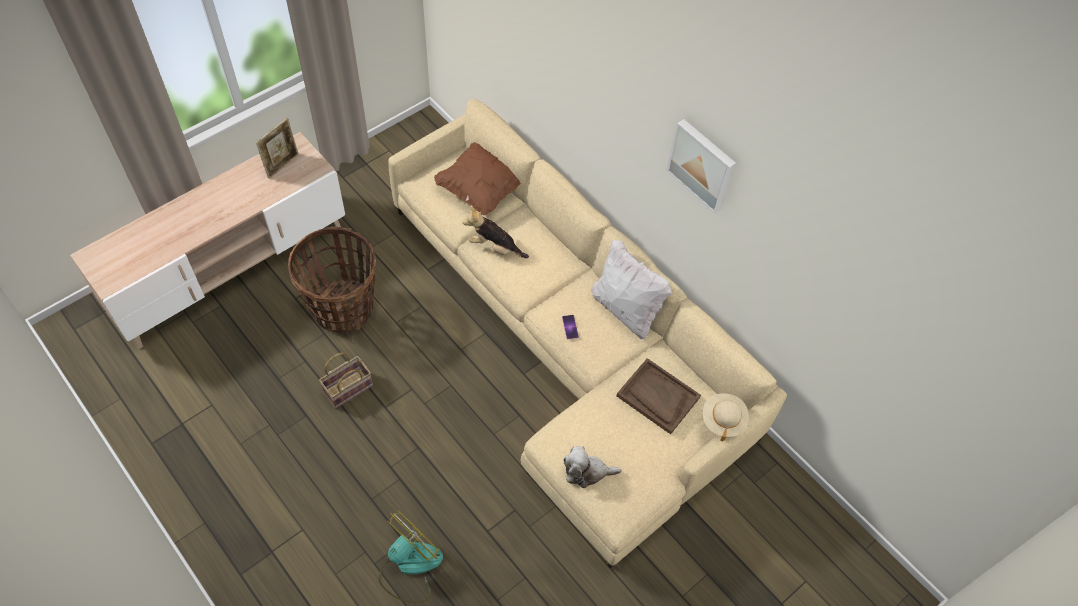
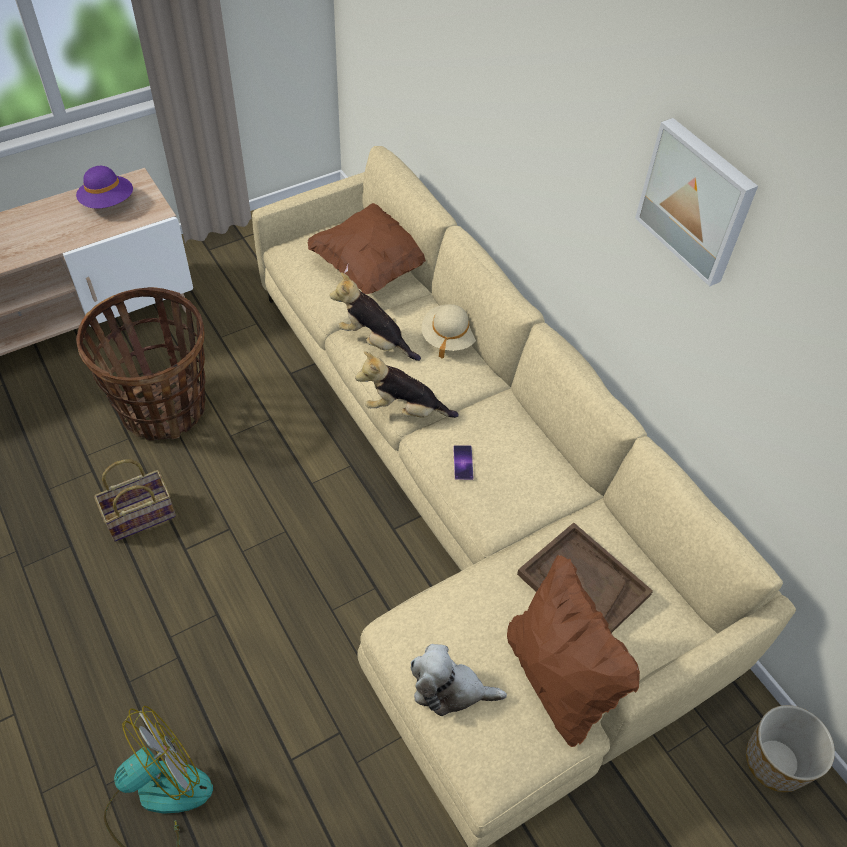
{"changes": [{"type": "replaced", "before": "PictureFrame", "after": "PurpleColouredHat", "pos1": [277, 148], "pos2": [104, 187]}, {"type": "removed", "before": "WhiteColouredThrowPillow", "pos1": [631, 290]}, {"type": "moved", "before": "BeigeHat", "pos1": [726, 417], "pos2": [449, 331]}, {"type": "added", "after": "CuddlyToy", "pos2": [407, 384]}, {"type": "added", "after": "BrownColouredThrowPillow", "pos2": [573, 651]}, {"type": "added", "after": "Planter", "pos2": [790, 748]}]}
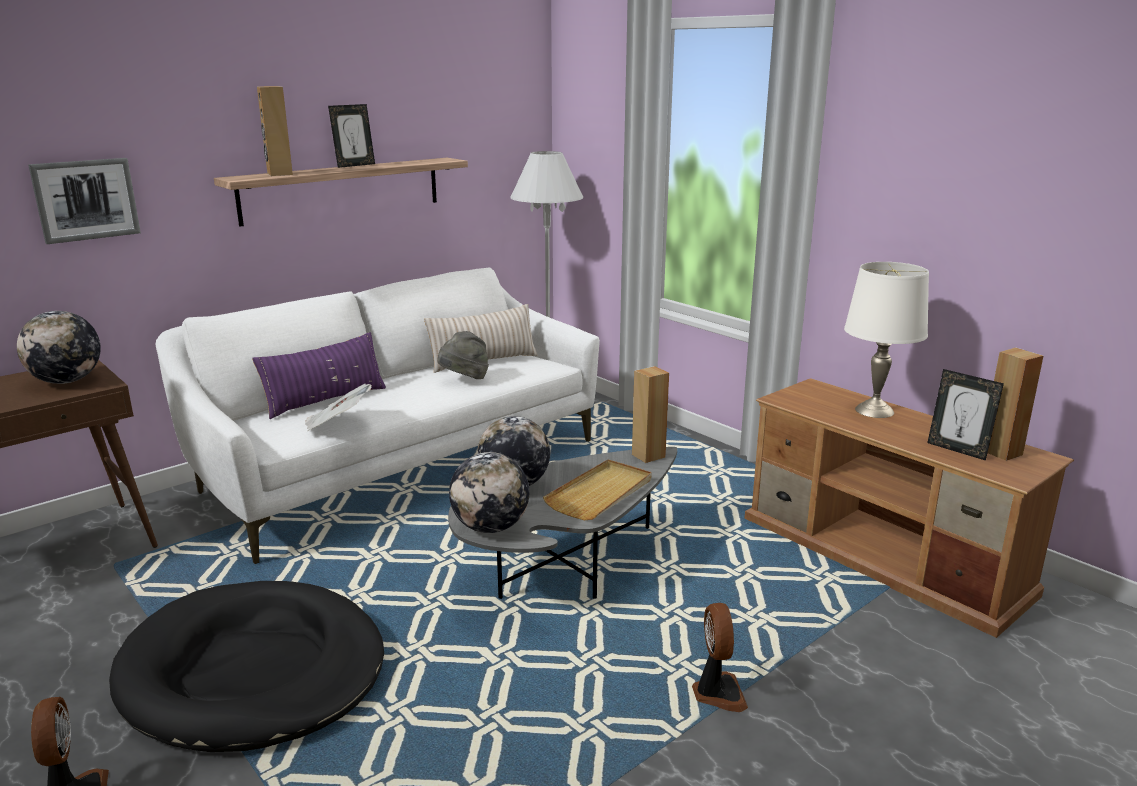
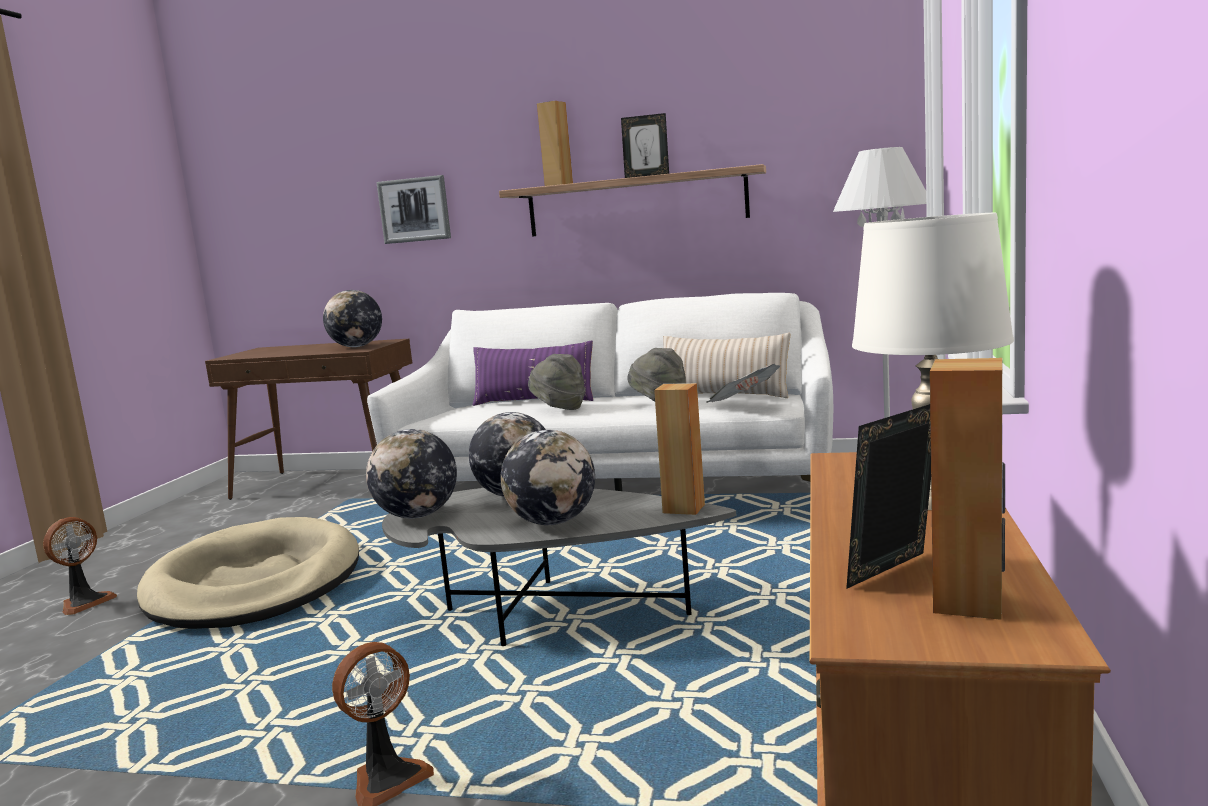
{"changes": [{"type": "recoloured", "before": "BlackPetBed", "after": "BeigePetBed", "pos1": [246, 666], "pos2": [248, 573]}, {"type": "moved", "before": "PrintedPaper", "pos1": [338, 407], "pos2": [743, 383]}, {"type": "replaced", "before": "BeigeServingTray", "after": "WorldGlobe", "pos1": [597, 489], "pos2": [547, 477]}, {"type": "turned", "before": "PictureFrame", "pos1": [965, 415], "pos2": [888, 496], "turn": 45}, {"type": "added", "after": "GreyishHat", "pos2": [557, 382]}]}
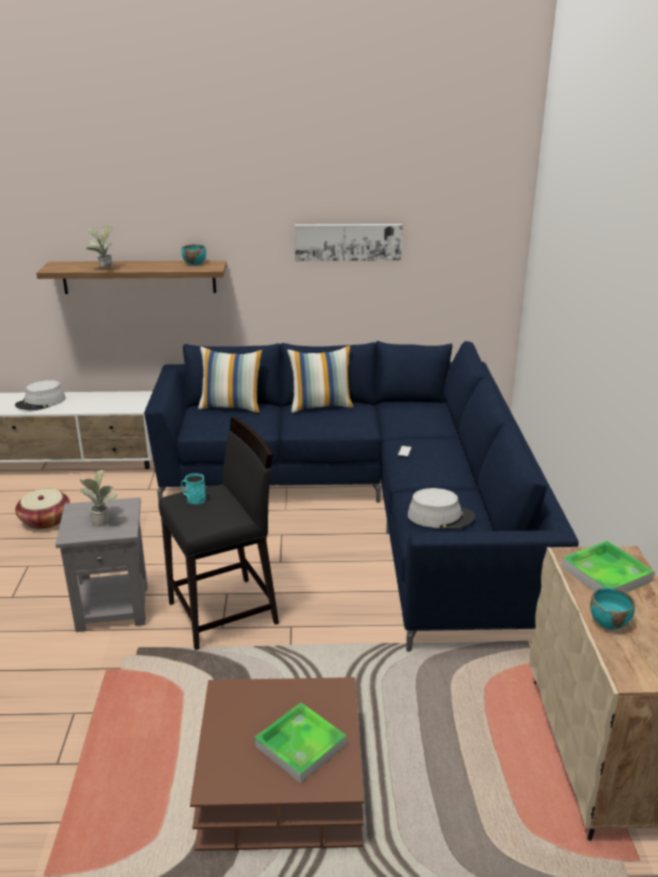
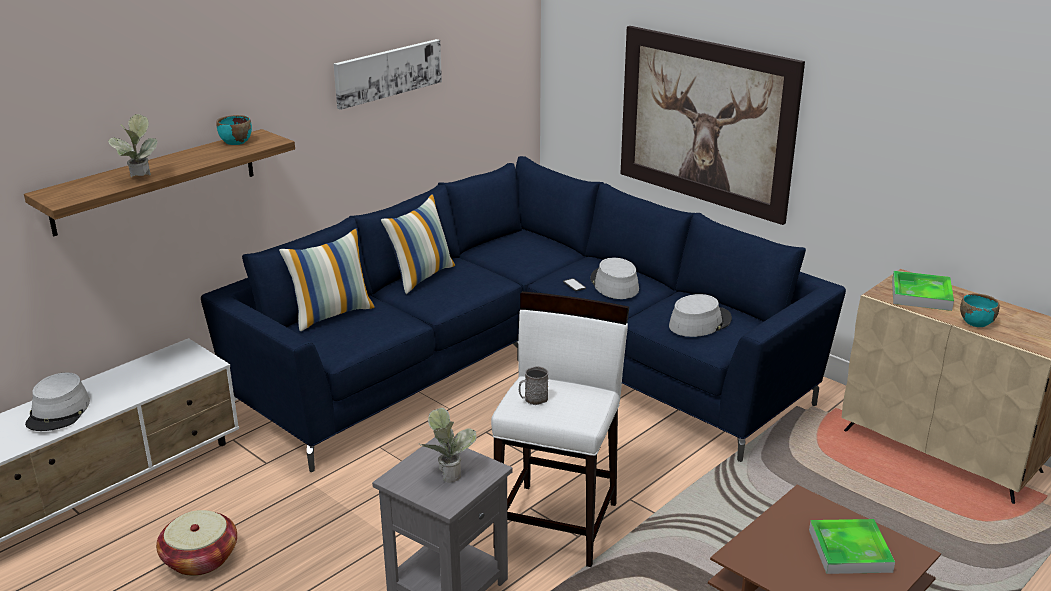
{"changes": [{"type": "recoloured", "before": "BlackStool", "after": "WhiteColouredStool", "pos1": [218, 533], "pos2": [560, 429]}, {"type": "recoloured", "before": "TurquoiseColouredCoffeeMug", "after": "GreyishCoffeeMug", "pos1": [193, 489], "pos2": [533, 385]}, {"type": "added", "after": "GreyishHat", "pos2": [614, 278]}, {"type": "added", "after": "Picture", "pos2": [713, 125]}]}
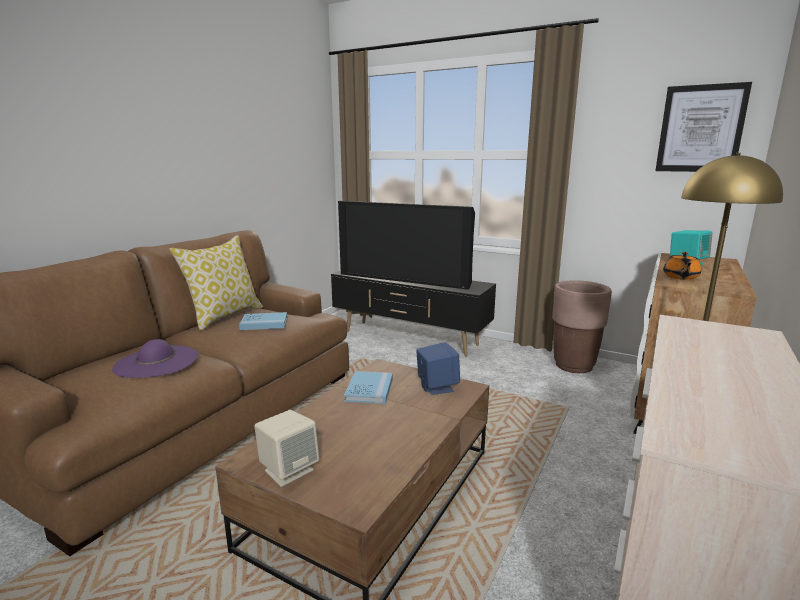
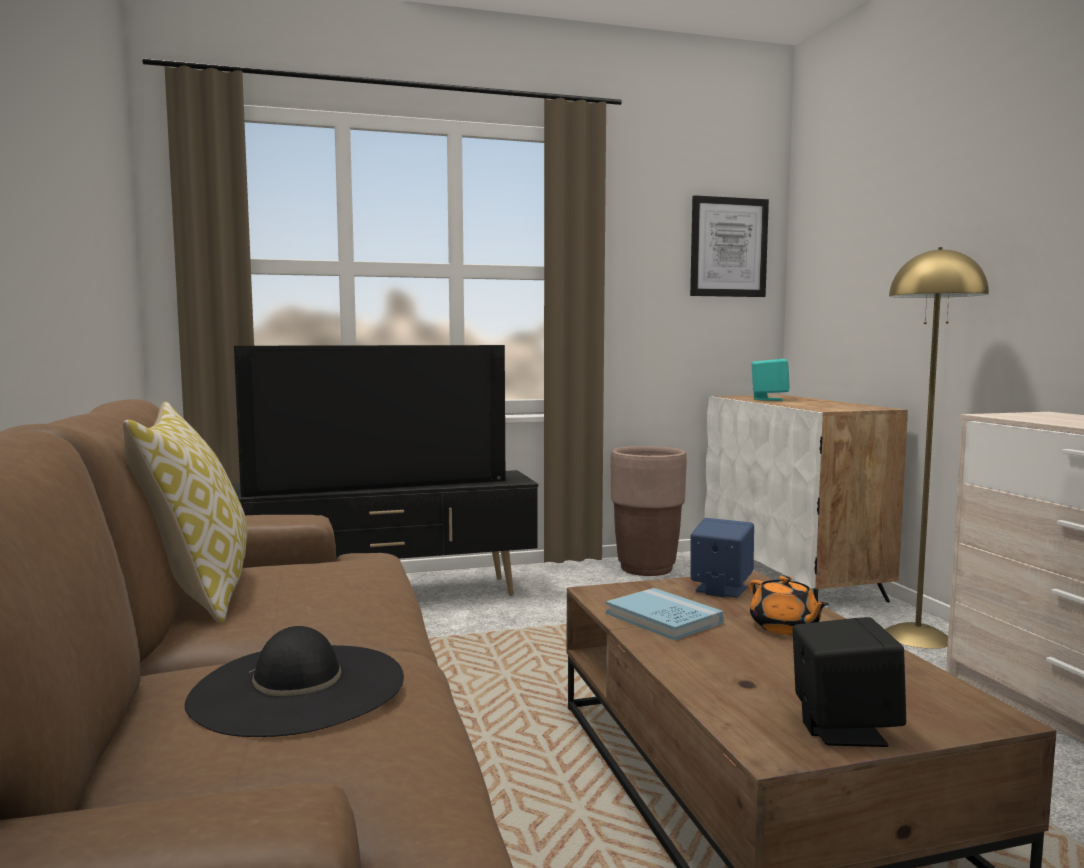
{"changes": [{"type": "recoloured", "before": "PurpleColouredHat", "after": "BlackHat", "pos1": [155, 358], "pos2": [294, 681]}, {"type": "removed", "before": "BlueColouredBoundBook", "pos1": [263, 321]}, {"type": "recoloured", "before": "BeigeLoudspeaker", "after": "BlackLoudspeaker", "pos1": [286, 448], "pos2": [849, 682]}, {"type": "moved", "before": "OrangeTeapot", "pos1": [682, 266], "pos2": [789, 605]}]}
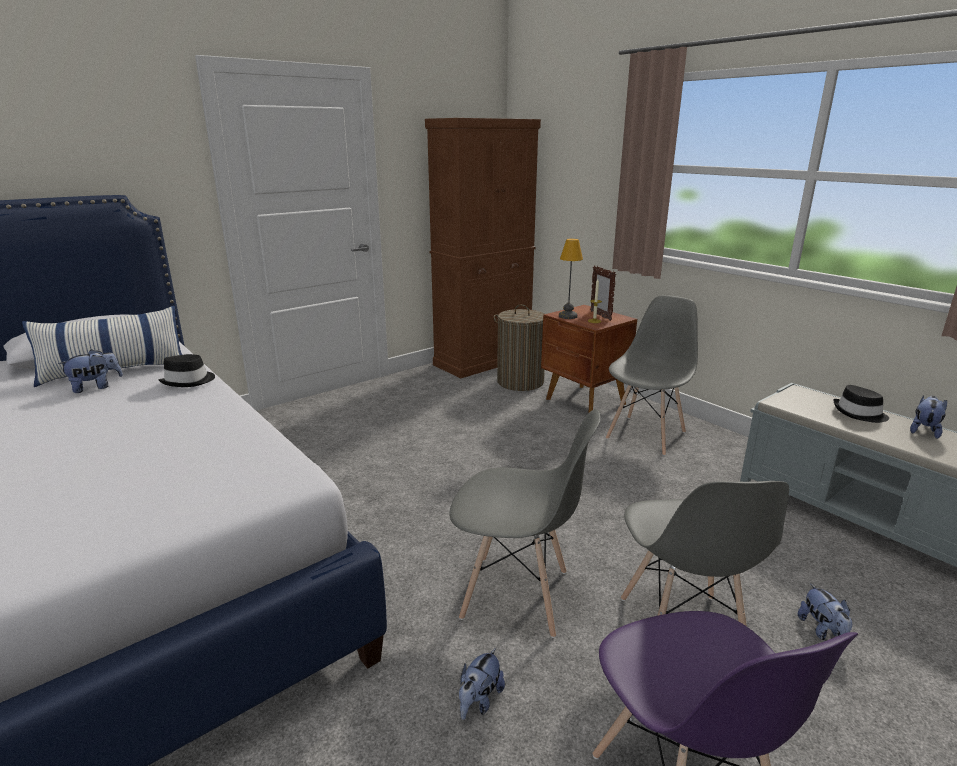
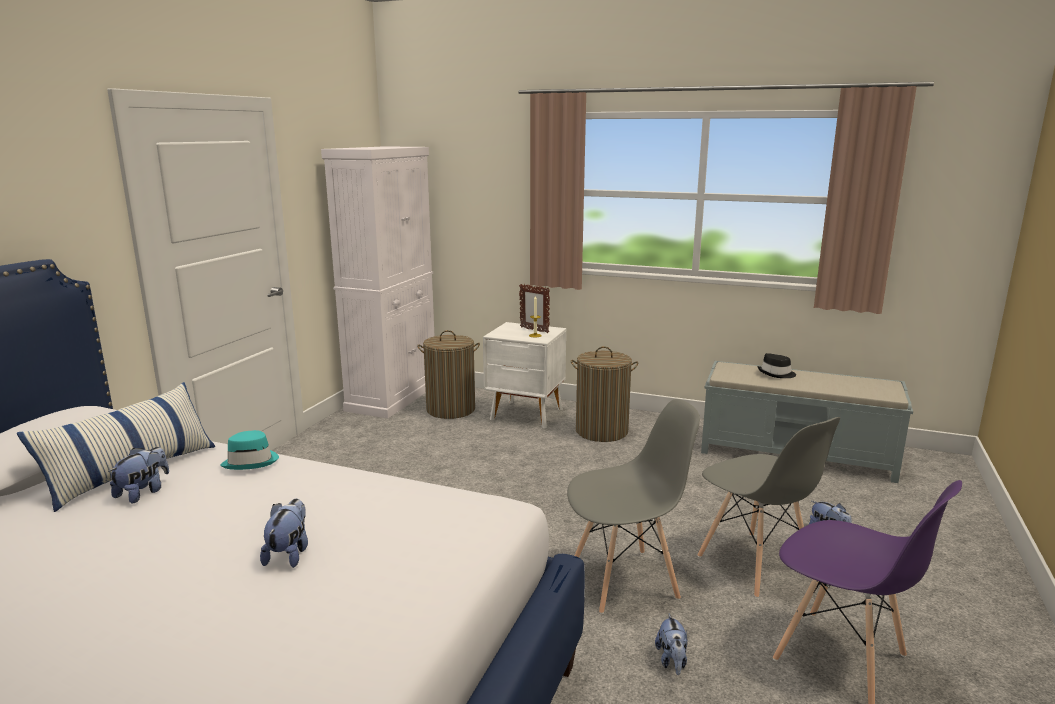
{"changes": [{"type": "recoloured", "before": "BlackHat", "after": "TurquoiseColouredHat", "pos1": [186, 370], "pos2": [250, 450]}, {"type": "recoloured", "before": "BrownColouredStorageCabinet", "after": "WhiteColouredStorageCabinet", "pos1": [483, 248], "pos2": [377, 282]}, {"type": "recoloured", "before": "BrownColouredNightTable", "after": "WhiteColouredNightTable", "pos1": [589, 359], "pos2": [524, 375]}, {"type": "removed", "before": "LampForATable", "pos1": [571, 278]}, {"type": "replaced", "before": "GreyishPlainChair", "after": "Hamper", "pos1": [652, 375], "pos2": [604, 394]}, {"type": "moved", "before": "CuddlyToy", "pos1": [928, 417], "pos2": [284, 533]}]}
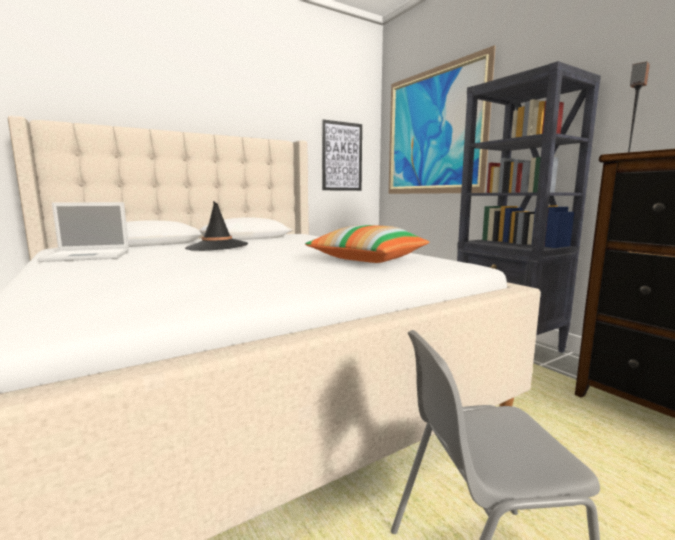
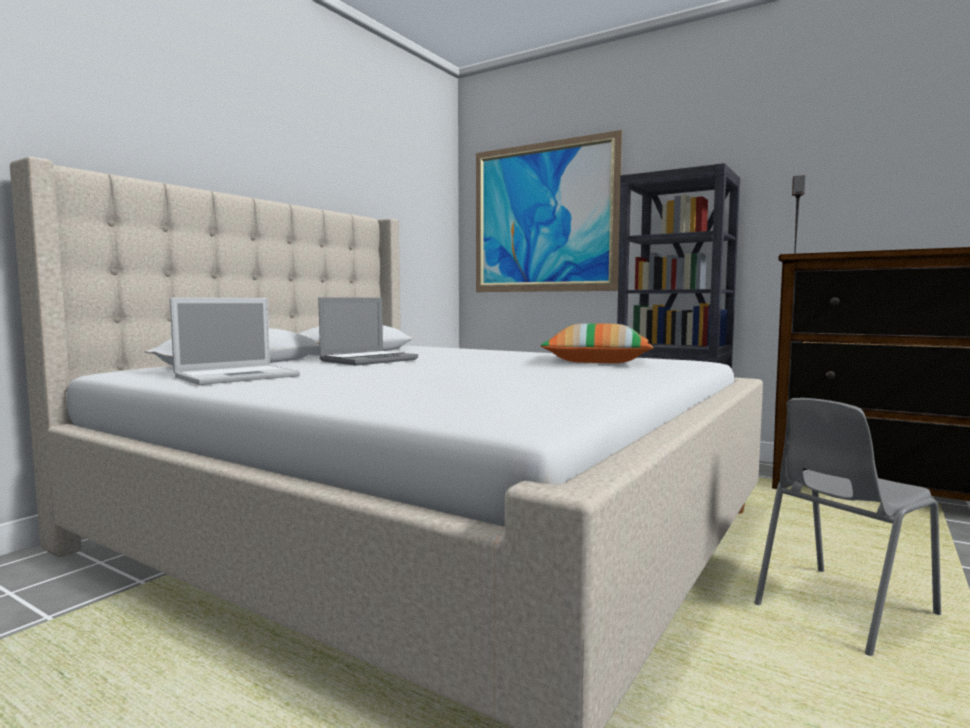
{"changes": [{"type": "replaced", "before": "BlackHat", "after": "Laptop", "pos1": [216, 226], "pos2": [368, 331]}, {"type": "removed", "before": "Picture", "pos1": [342, 155]}]}
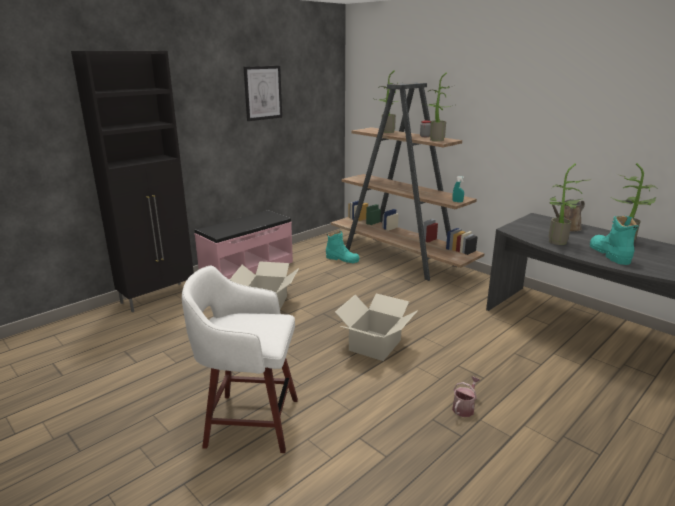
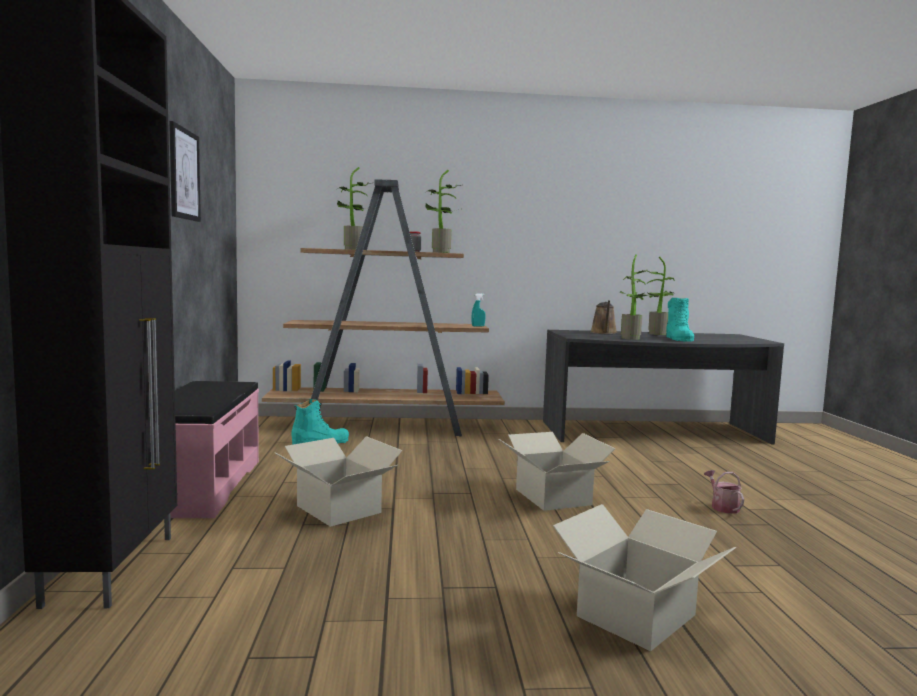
{"changes": [{"type": "replaced", "before": "WhiteColouredStool", "after": "Carton", "pos1": [240, 359], "pos2": [645, 577]}, {"type": "turned", "before": "TurquoiseColouredTallBoot", "pos1": [614, 240], "pos2": [680, 320], "turn": -120}]}
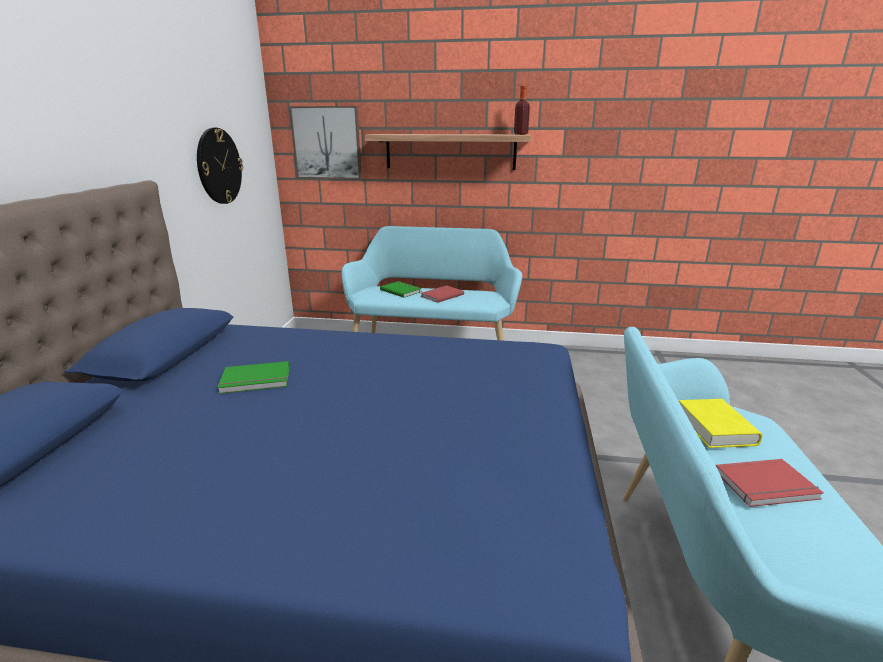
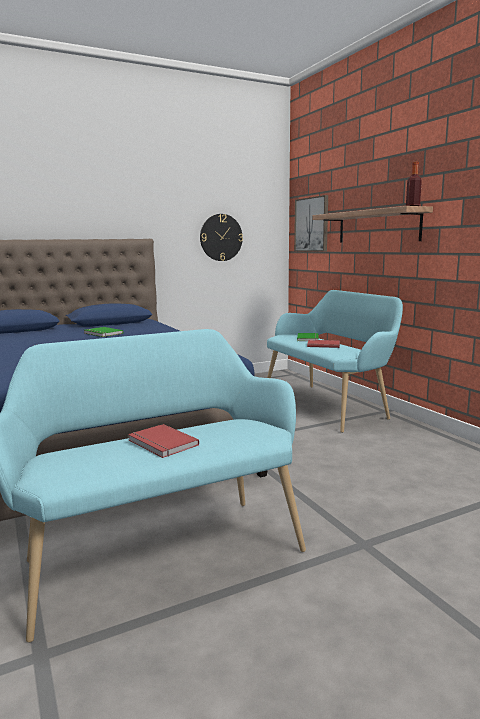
{"changes": [{"type": "removed", "before": "YellowBoundBook", "pos1": [721, 423]}]}
